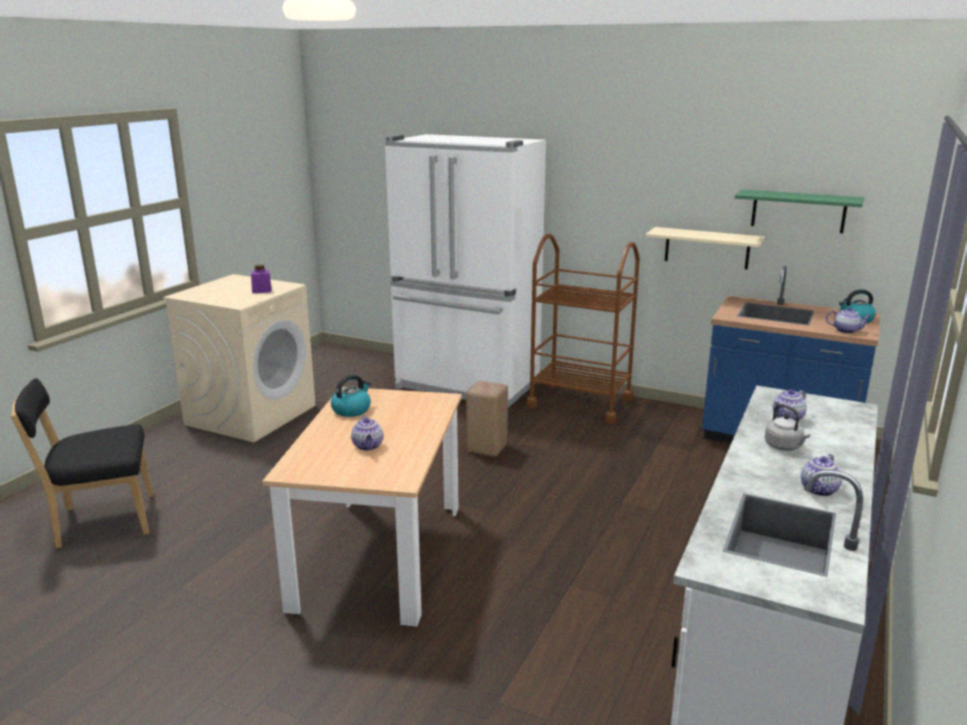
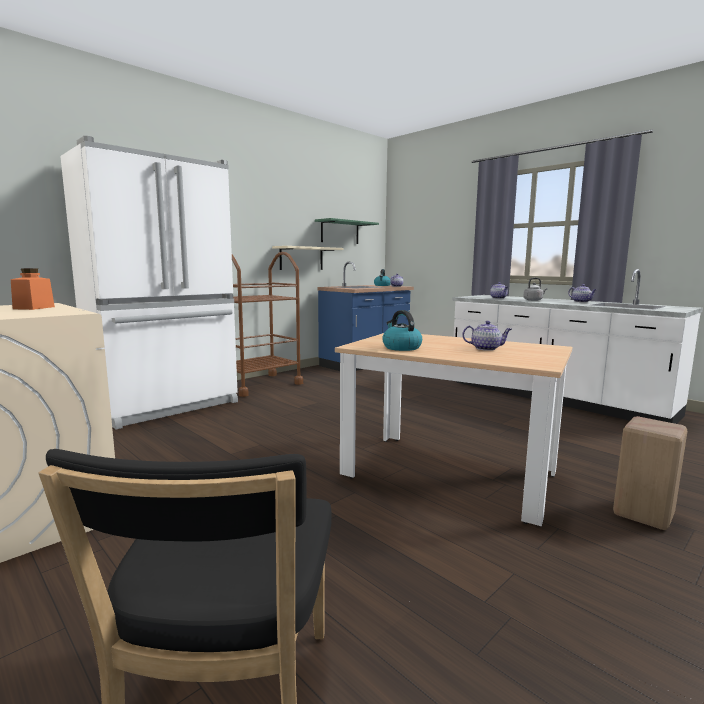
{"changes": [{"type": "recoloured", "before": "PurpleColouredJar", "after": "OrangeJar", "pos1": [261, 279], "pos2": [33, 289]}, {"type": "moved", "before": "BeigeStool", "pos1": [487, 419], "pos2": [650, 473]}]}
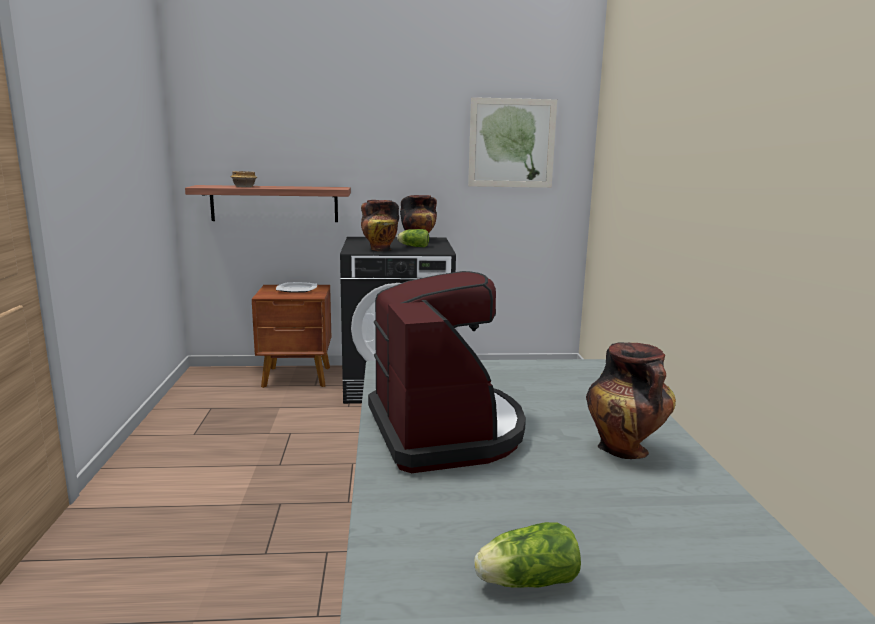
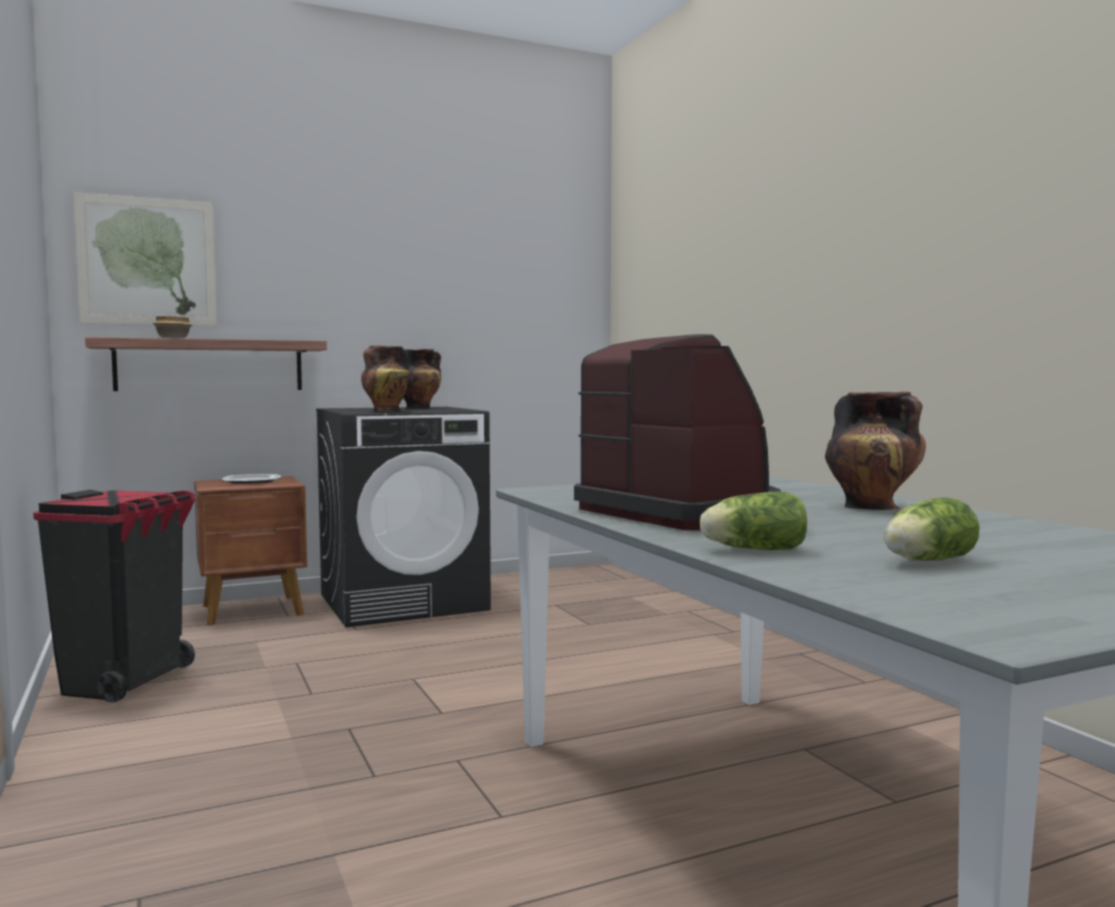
{"changes": [{"type": "moved", "before": "LettuceHead", "pos1": [413, 238], "pos2": [753, 521]}, {"type": "moved", "before": "Picture", "pos1": [512, 142], "pos2": [145, 259]}, {"type": "added", "after": "BlackTrashCan", "pos2": [114, 596]}]}
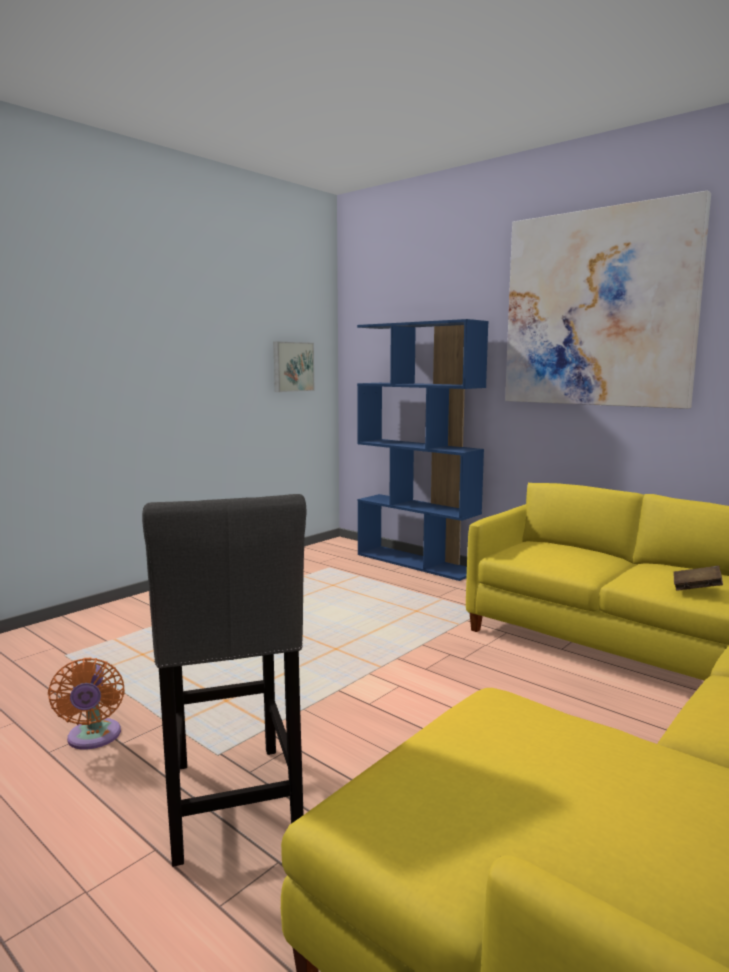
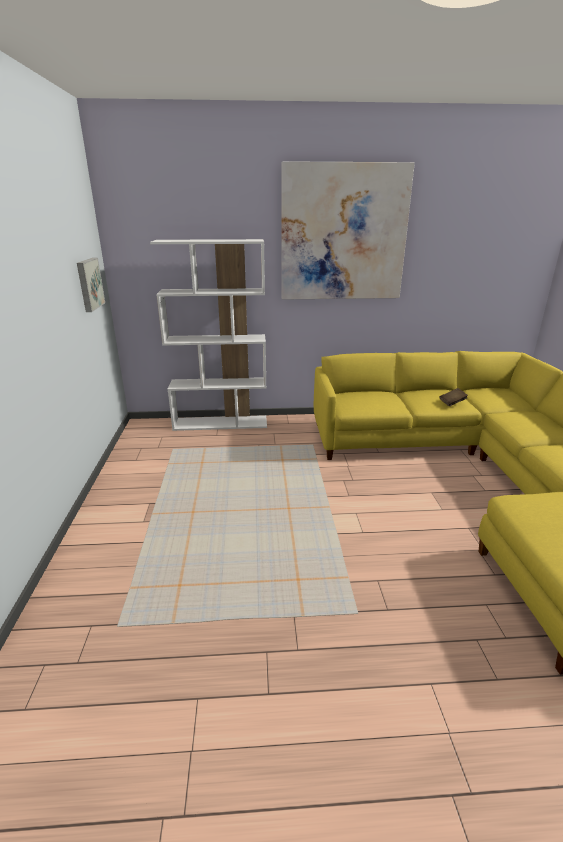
{"changes": [{"type": "removed", "before": "OrangeElectricFan", "pos1": [86, 704]}, {"type": "removed", "before": "GreyishStool", "pos1": [224, 680]}, {"type": "recoloured", "before": "BlueColouredShelvingUnit", "after": "WhiteColouredShelvingUnit", "pos1": [423, 450], "pos2": [208, 335]}]}
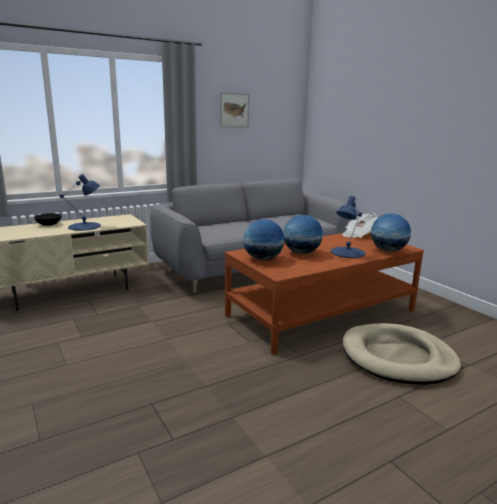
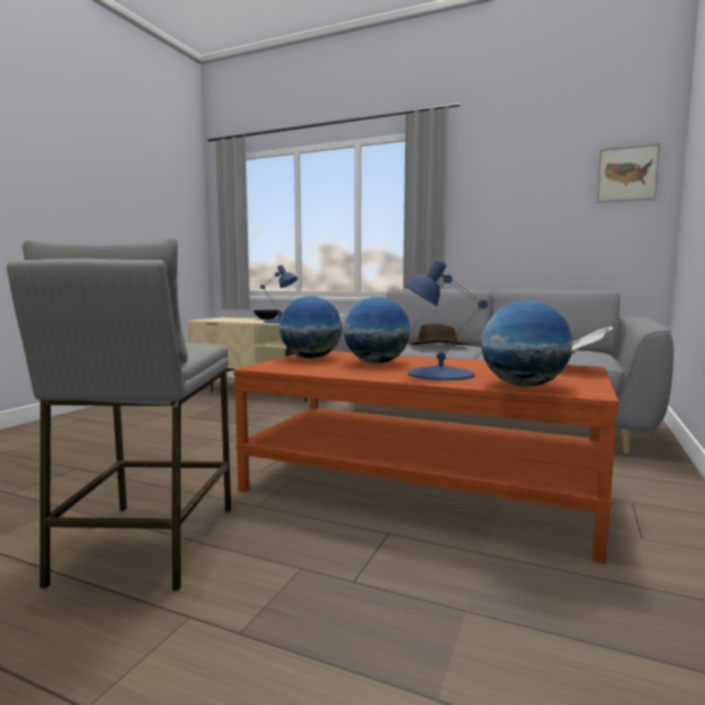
{"changes": [{"type": "moved", "before": "Picture", "pos1": [234, 109], "pos2": [628, 173]}, {"type": "removed", "before": "BeigePetBed", "pos1": [402, 354]}, {"type": "added", "after": "GreyishStool", "pos2": [119, 414]}, {"type": "added", "after": "BrownColouredHat", "pos2": [438, 334]}]}
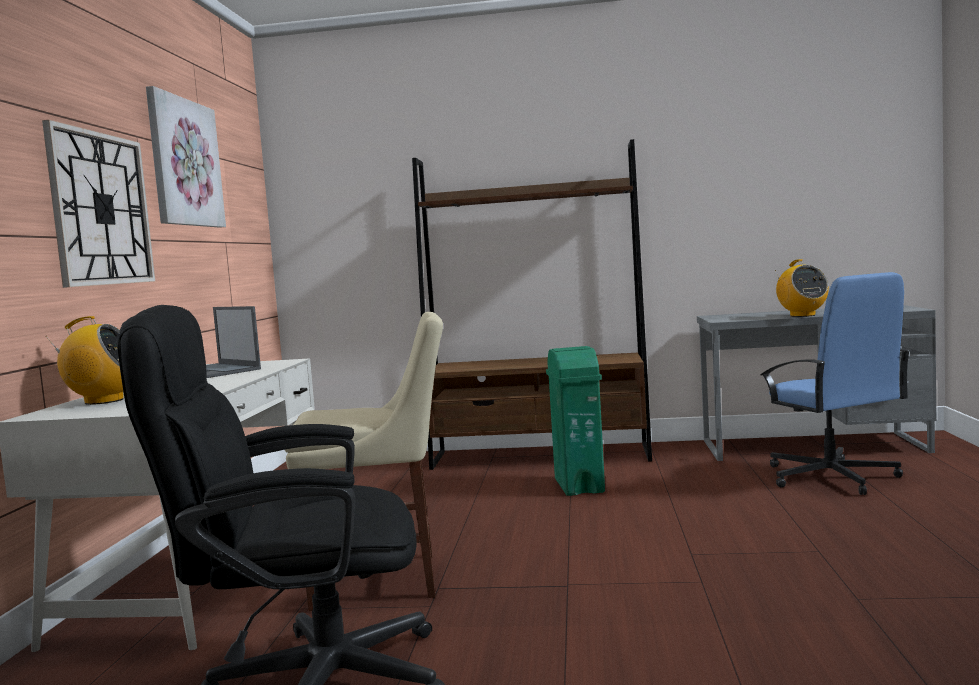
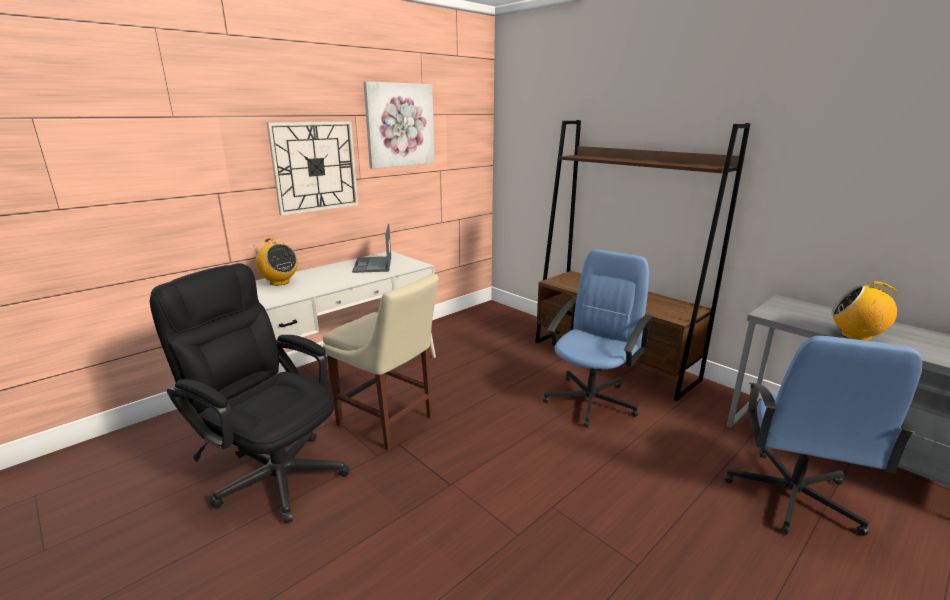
{"changes": [{"type": "replaced", "before": "GreenTrashCan", "after": "BlueColouredOfficeChair", "pos1": [575, 421], "pos2": [598, 338]}, {"type": "turned", "before": "RadioReceiver", "pos1": [802, 288], "pos2": [866, 311], "turn": 90}]}
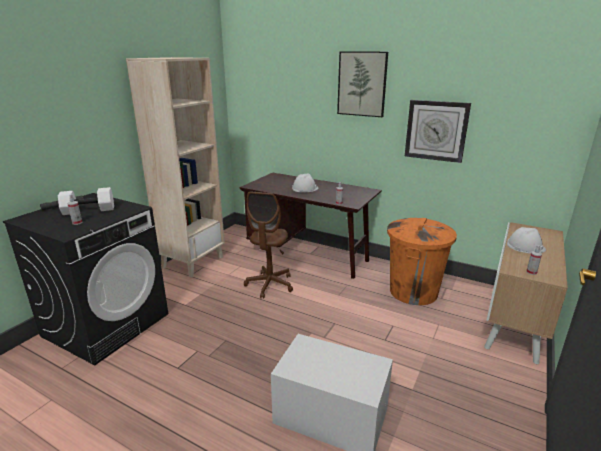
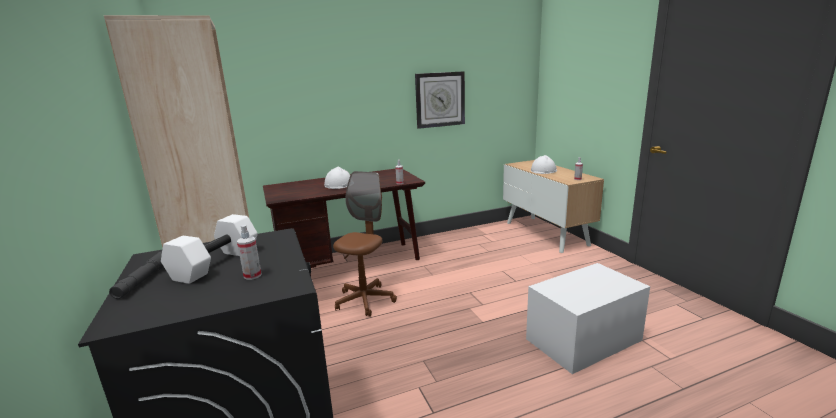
{"changes": [{"type": "turned", "before": "BrownColouredOfficeChair", "pos1": [268, 245], "pos2": [365, 244], "turn": -120}, {"type": "removed", "before": "Picture", "pos1": [362, 84]}, {"type": "removed", "before": "OrangeTrashCan", "pos1": [422, 261]}]}
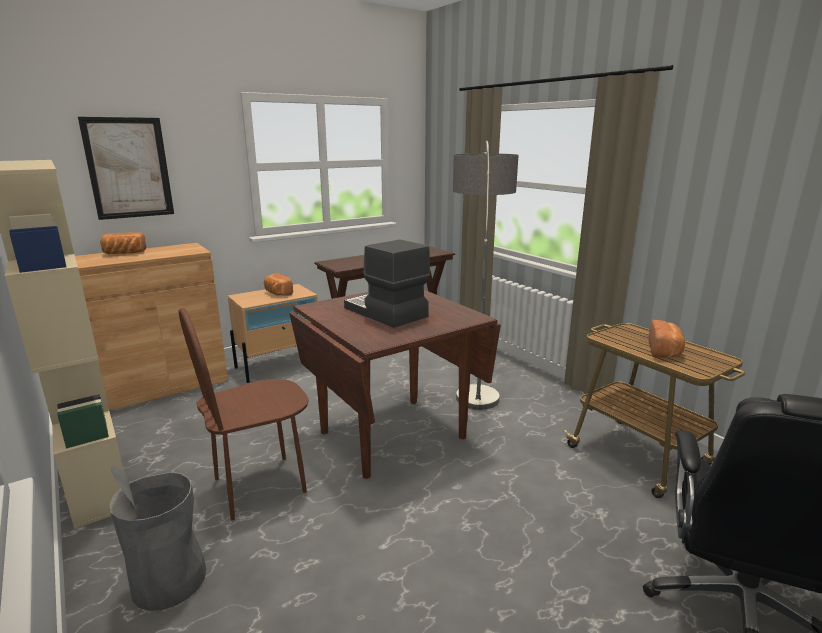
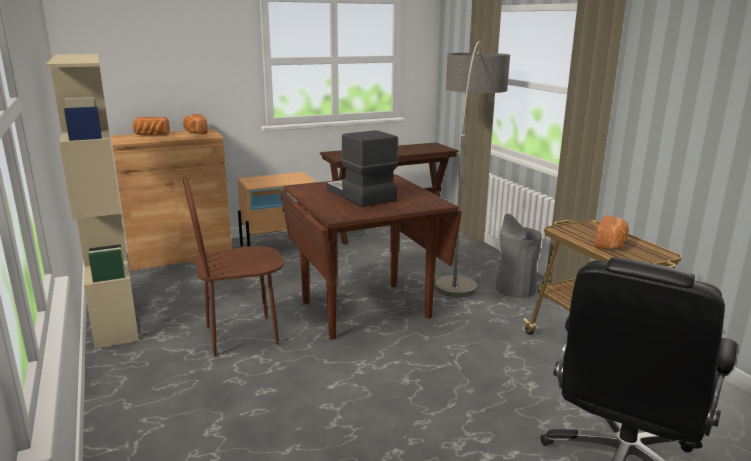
{"changes": [{"type": "removed", "before": "Picture", "pos1": [126, 168]}, {"type": "moved", "before": "GreyishTrashCan", "pos1": [157, 538], "pos2": [519, 256]}, {"type": "moved", "before": "BakedBread", "pos1": [278, 284], "pos2": [195, 124]}]}
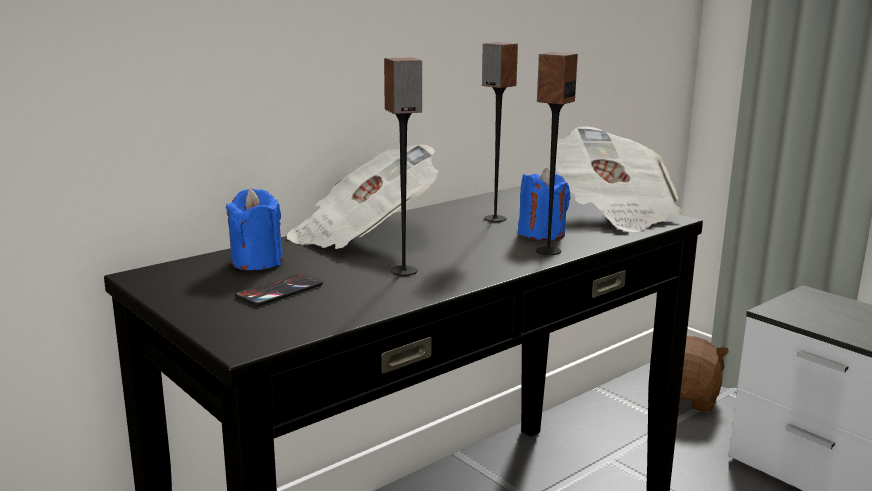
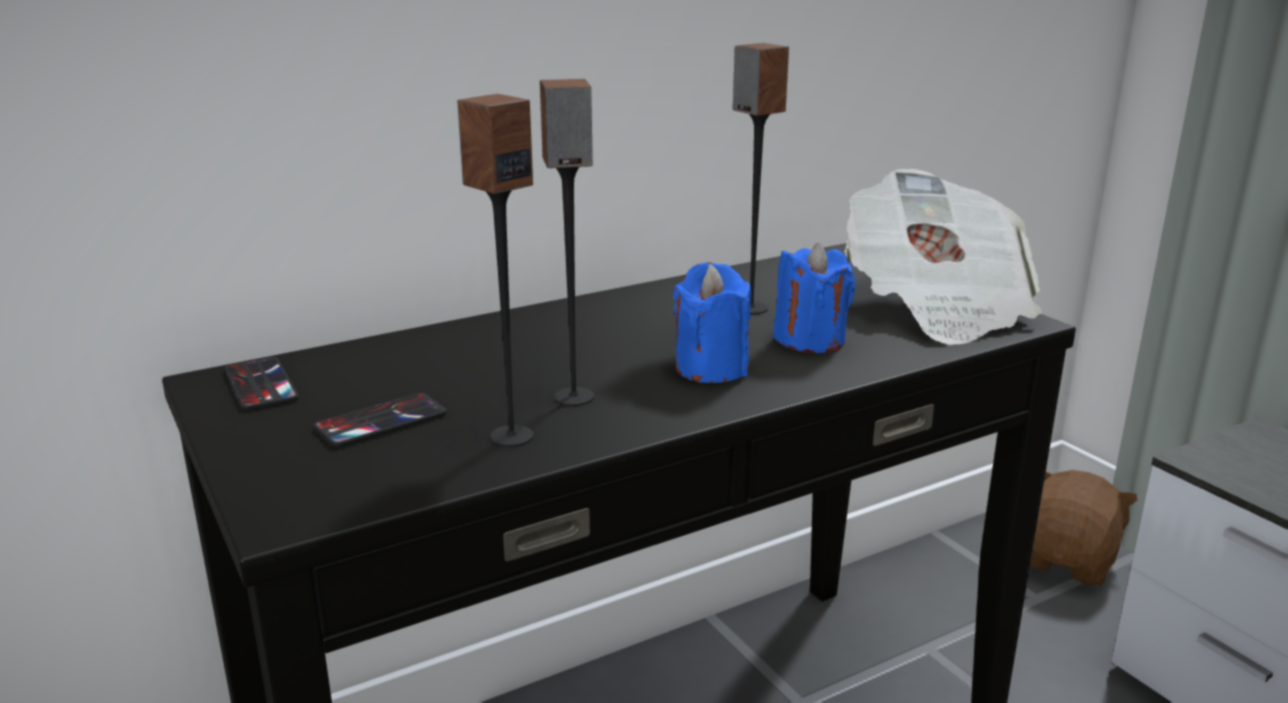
{"changes": [{"type": "moved", "before": "BlueColouredCandle", "pos1": [254, 229], "pos2": [712, 322]}, {"type": "removed", "before": "PrintedPaper", "pos1": [362, 196]}, {"type": "moved", "before": "Loudspeaker", "pos1": [557, 153], "pos2": [495, 270]}, {"type": "added", "after": "Handset", "pos2": [261, 383]}]}
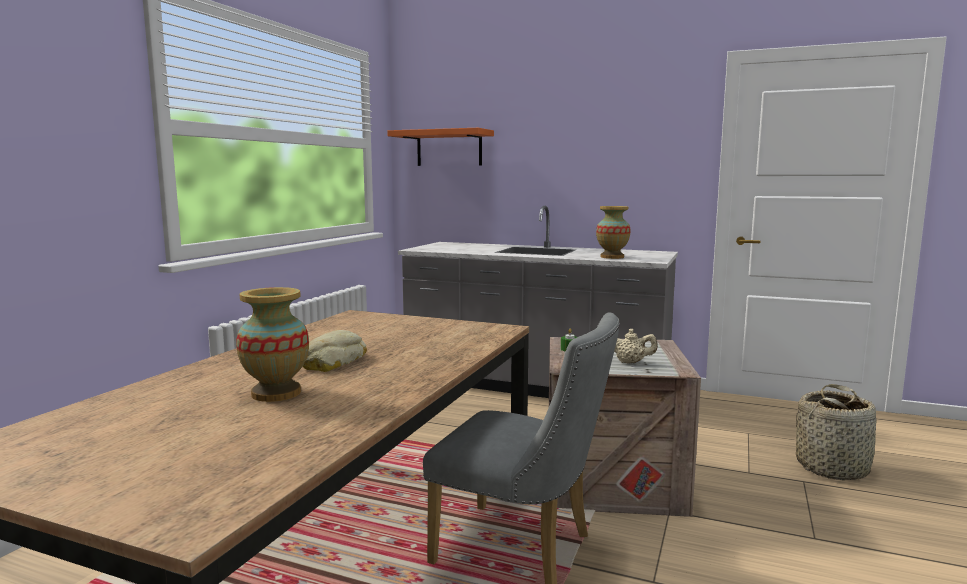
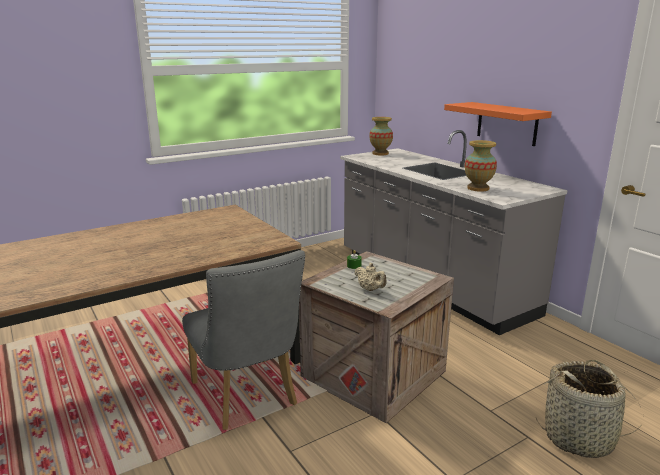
{"changes": [{"type": "moved", "before": "FlowerVase", "pos1": [272, 344], "pos2": [381, 136]}, {"type": "removed", "before": "BakedBread", "pos1": [335, 351]}, {"type": "moved", "before": "OrangeBracketShelf", "pos1": [440, 147], "pos2": [498, 124]}]}
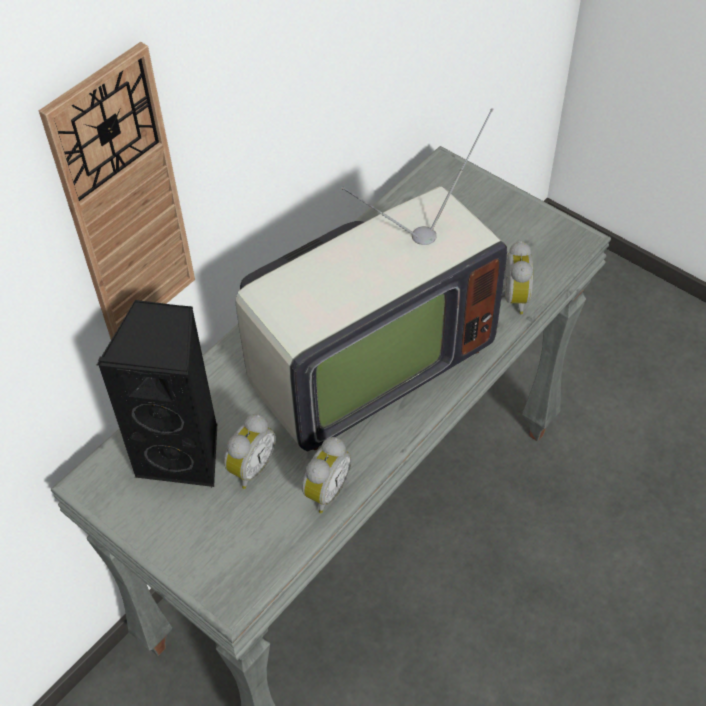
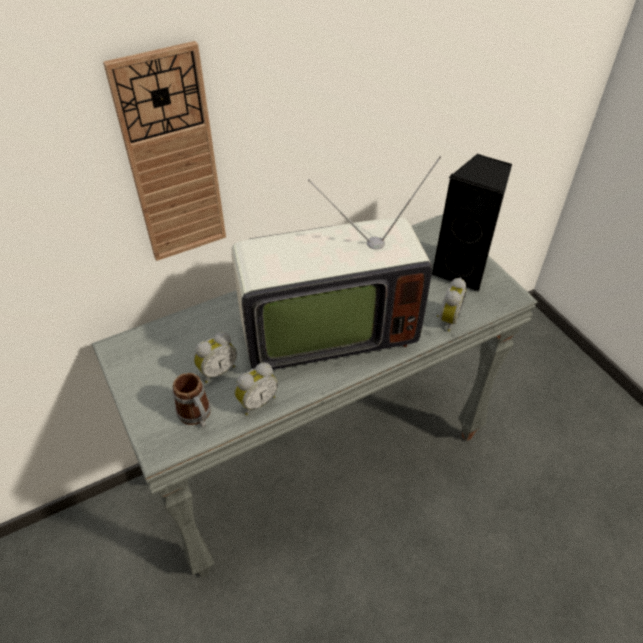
{"changes": [{"type": "moved", "before": "BlackLoudspeaker", "pos1": [157, 394], "pos2": [471, 223]}, {"type": "added", "after": "CoffeeMug", "pos2": [191, 400]}]}
